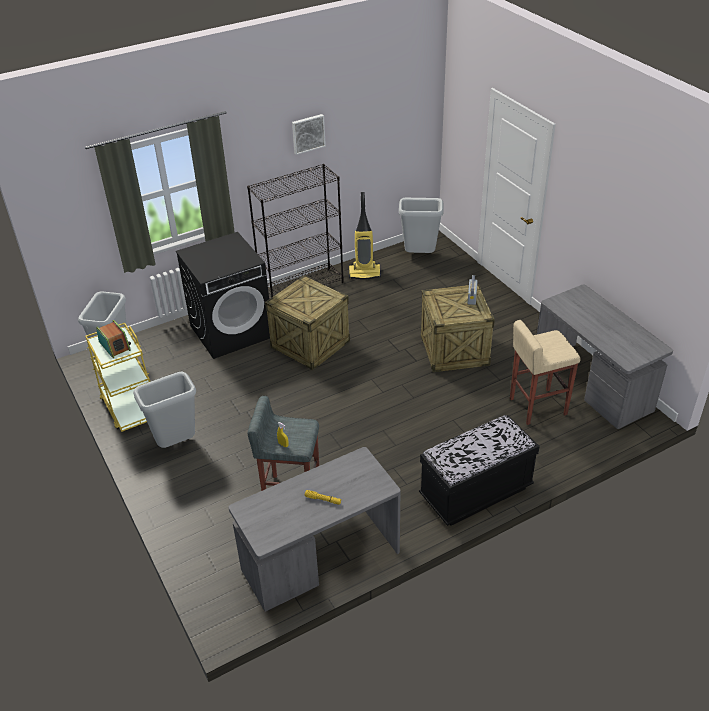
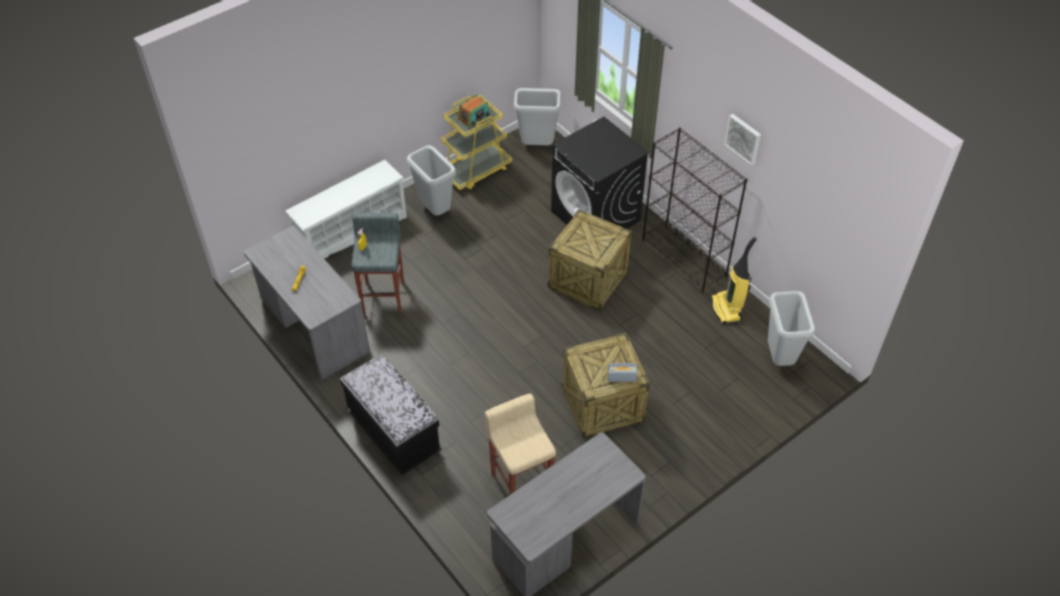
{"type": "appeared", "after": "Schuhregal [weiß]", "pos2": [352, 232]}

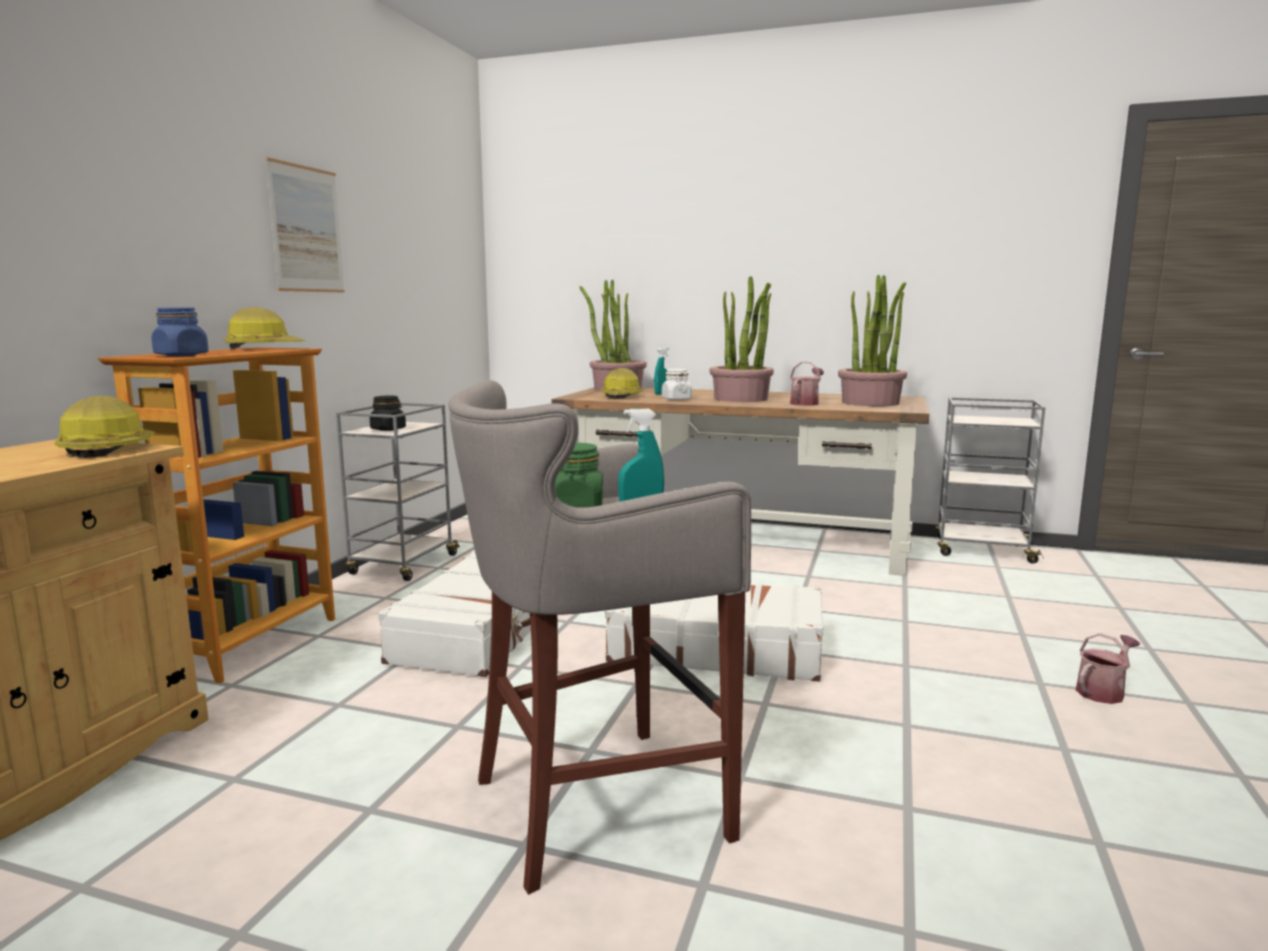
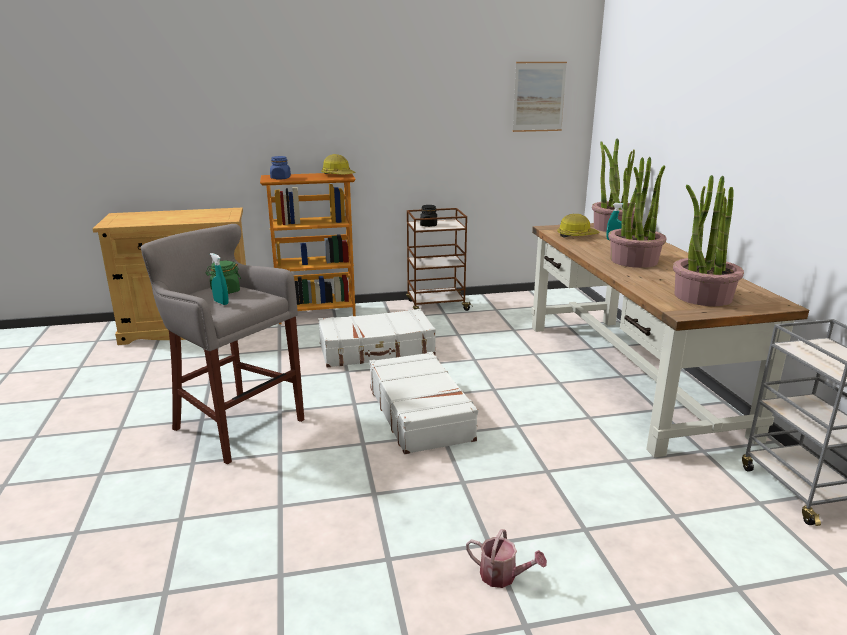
{"type": "missing", "before": "Schutzhelm", "pos1": [108, 450]}
{"type": "relocated", "before": "Bild", "pos1": [306, 229], "pos2": [539, 97]}
{"type": "colour", "before": "Rollwagen [grau]", "after": "Rollwagen [braun]", "pos1": [403, 565], "pos2": [436, 305]}
{"type": "missing", "before": "Vorratsglas [weiß]", "pos1": [676, 399]}
{"type": "missing", "before": "Gießkanne", "pos1": [805, 403]}

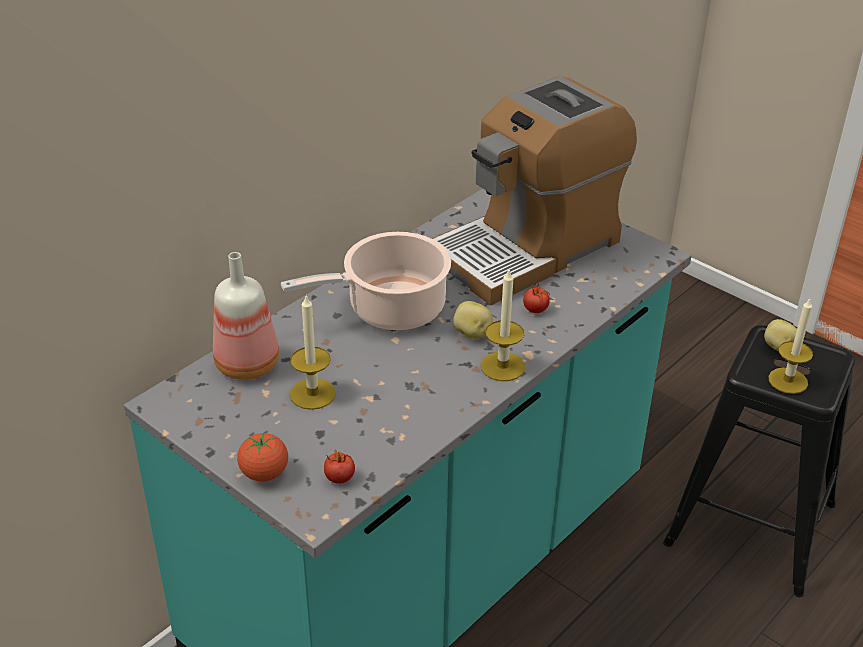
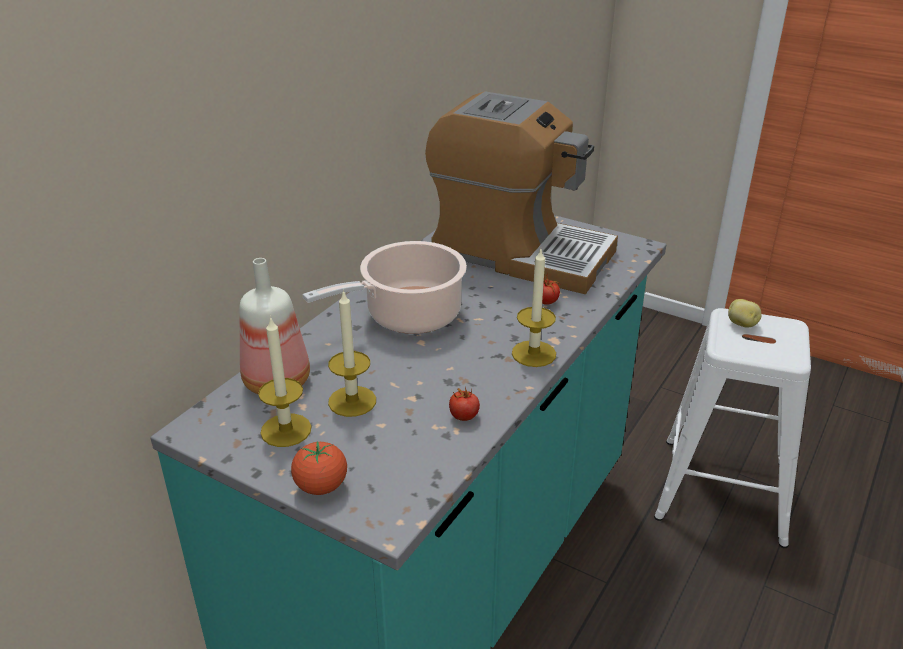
{"type": "relocated", "before": "Tomate", "pos1": [340, 478], "pos2": [464, 416]}
{"type": "spun", "before": "Kaffeemaschine", "pos1": [527, 248], "pos2": [519, 253], "turn": -105}
{"type": "missing", "before": "Kartoffel", "pos1": [472, 334]}
{"type": "colour", "before": "Hocker [schwarz]", "after": "Hocker [weiß]", "pos1": [753, 523], "pos2": [724, 489]}
{"type": "relocated", "before": "Kerze", "pos1": [788, 380], "pos2": [286, 430]}

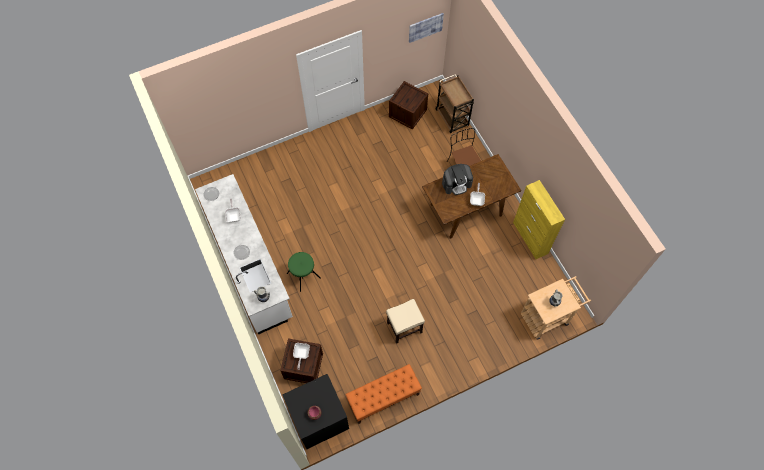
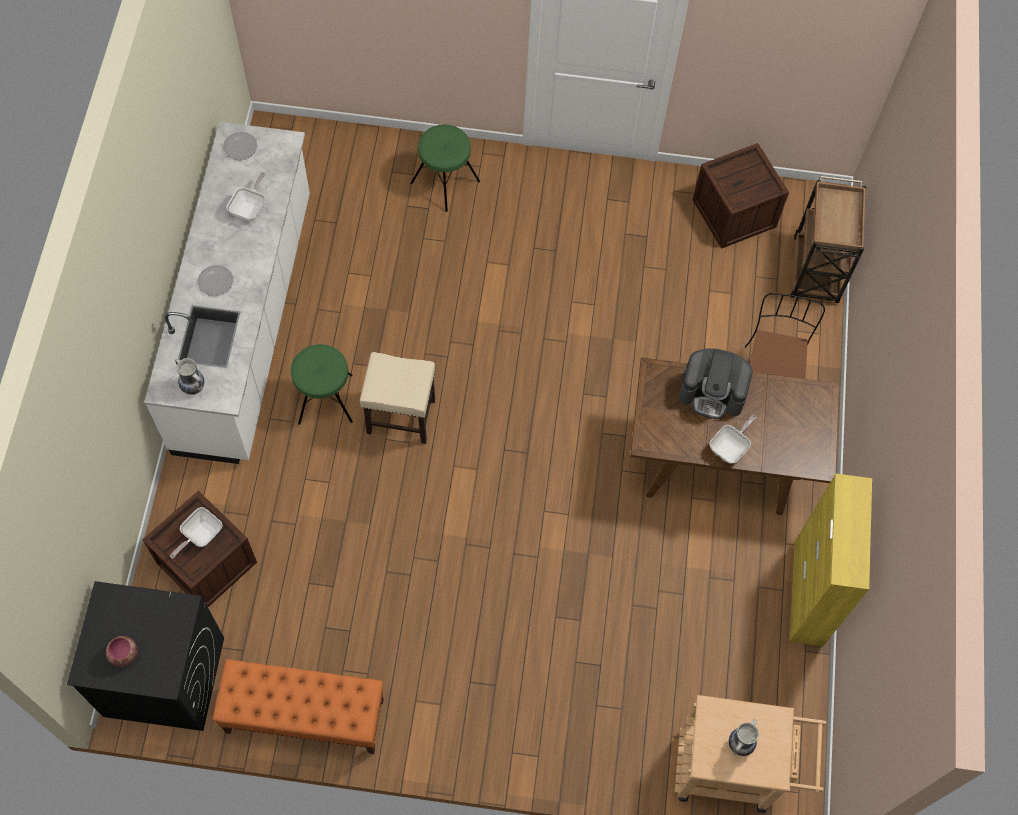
{"type": "relocated", "before": "Hocker [beige]", "pos1": [404, 328], "pos2": [400, 416]}
{"type": "missing", "before": "Bild", "pos1": [425, 27]}
{"type": "appeared", "after": "Hocker [grün]", "pos2": [445, 182]}

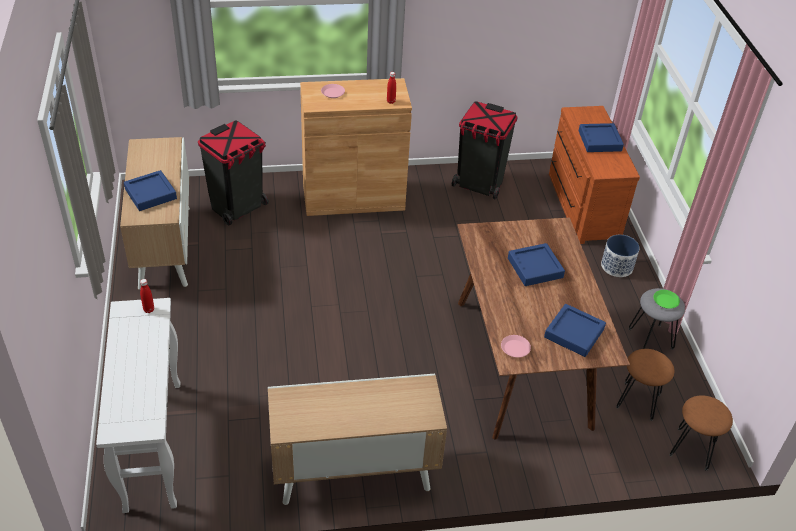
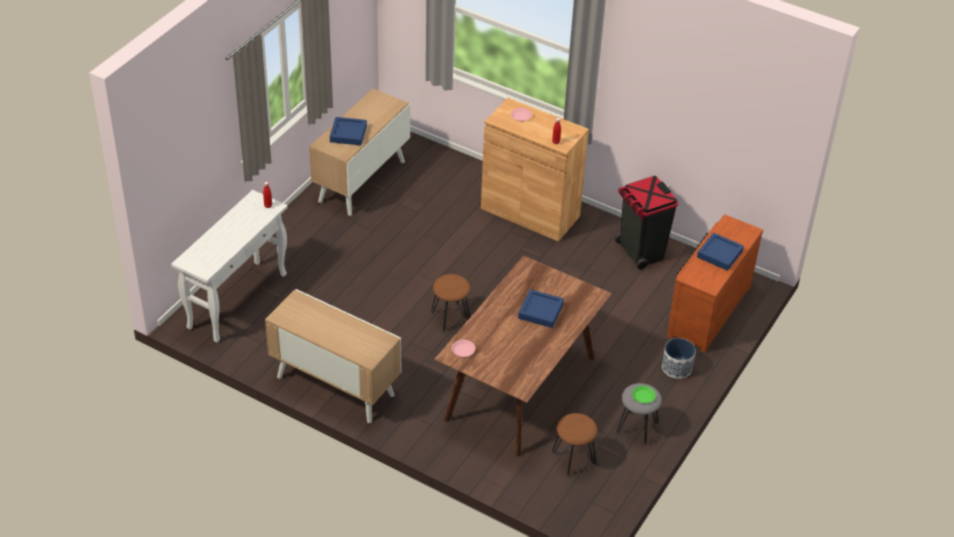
{"type": "missing", "before": "Mülleimer [schwarz]", "pos1": [238, 207]}
{"type": "missing", "before": "Tablett [blau]", "pos1": [574, 333]}
{"type": "relocated", "before": "Hocker [braun]", "pos1": [692, 448], "pos2": [450, 317]}

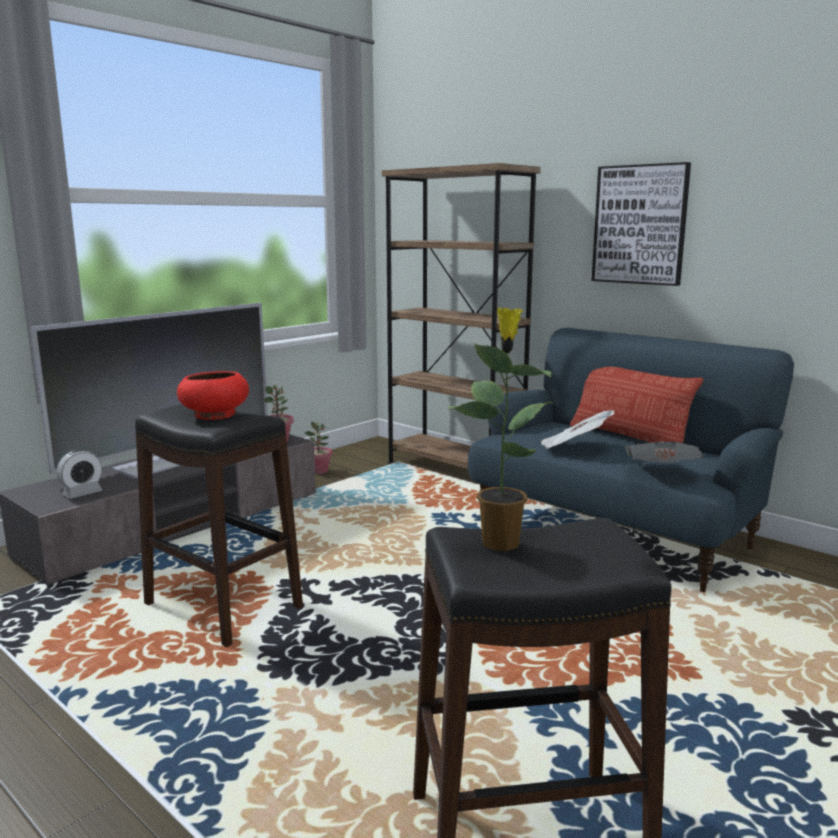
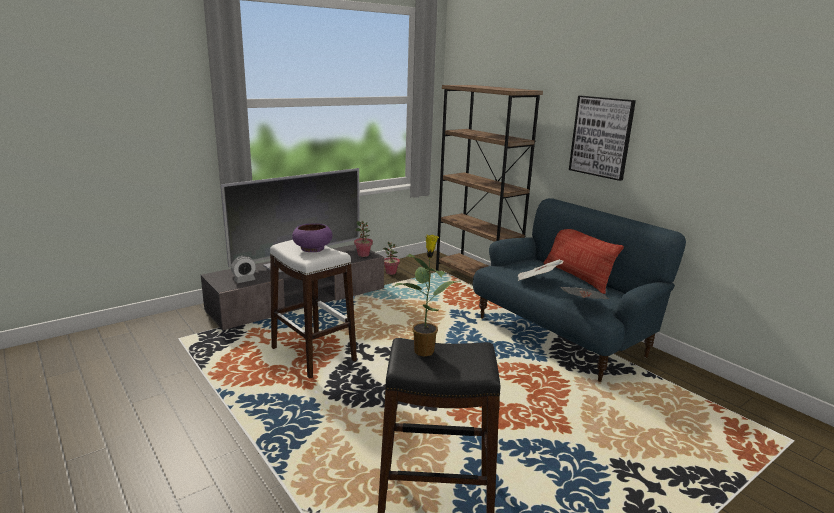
{"type": "colour", "before": "Hocker [schwarz]", "after": "Hocker [weiß]", "pos1": [222, 606], "pos2": [313, 354]}
{"type": "colour", "before": "Schüssel [rot]", "after": "Schüssel [lila]", "pos1": [214, 415], "pos2": [312, 249]}

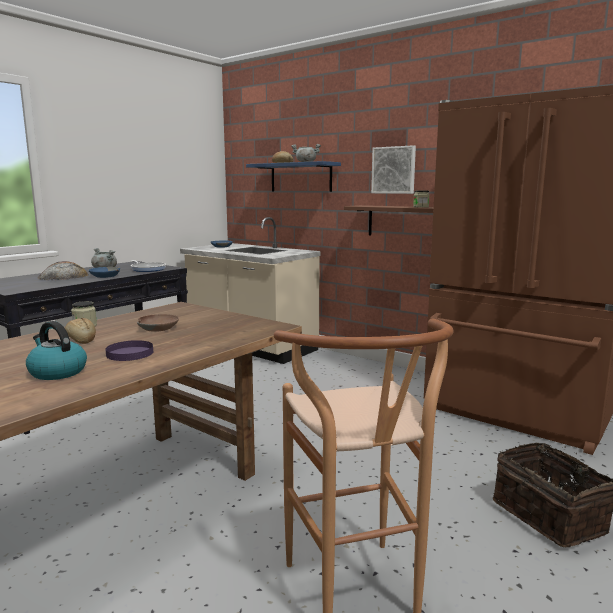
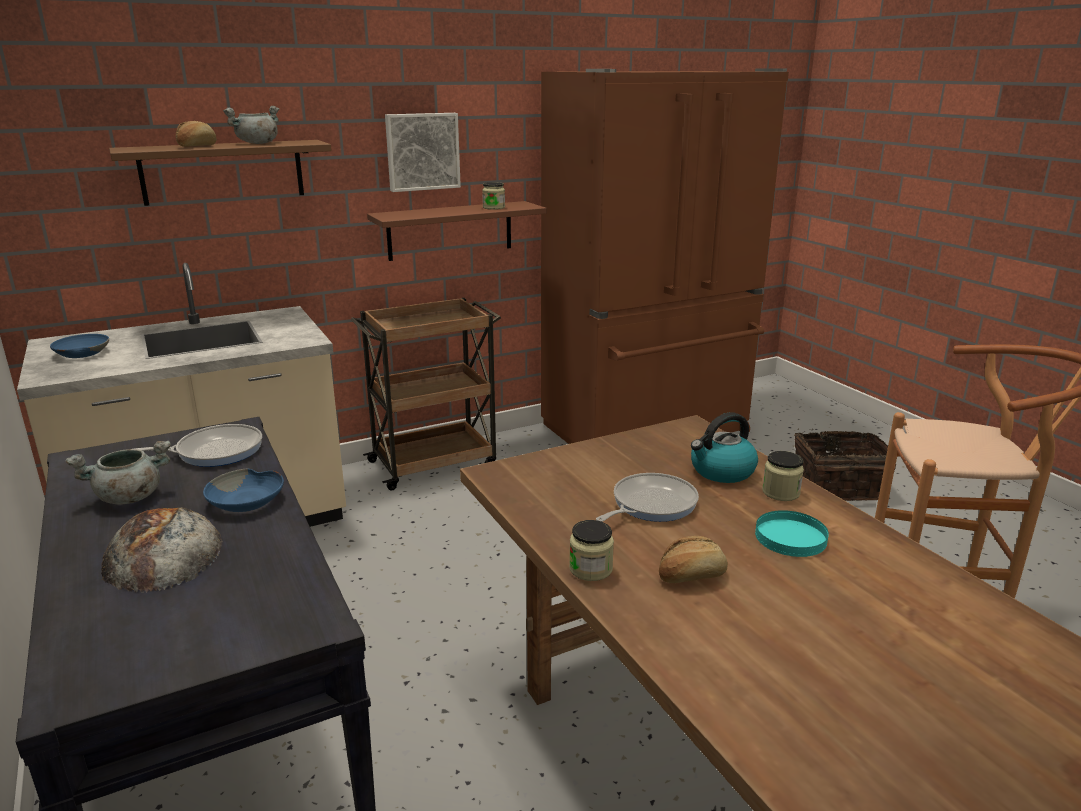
{"type": "relocated", "before": "Wasserkessel", "pos1": [57, 372], "pos2": [721, 471]}
{"type": "colour", "before": "Teller [lila]", "after": "Teller [türkis]", "pos1": [130, 353], "pos2": [791, 537]}
{"type": "exchanged", "before": "Schüssel [braun]", "after": "Pfanne", "pos1": [158, 328], "pos2": [650, 504]}
{"type": "colour", "before": "Wandregal [blau]", "after": "Wandregal [braun]", "pos1": [300, 177], "pos2": [223, 172]}
{"type": "appeared", "after": "Rollwagen [braun]", "pos2": [434, 463]}
{"type": "appeared", "after": "Vorratsglas", "pos2": [780, 492]}

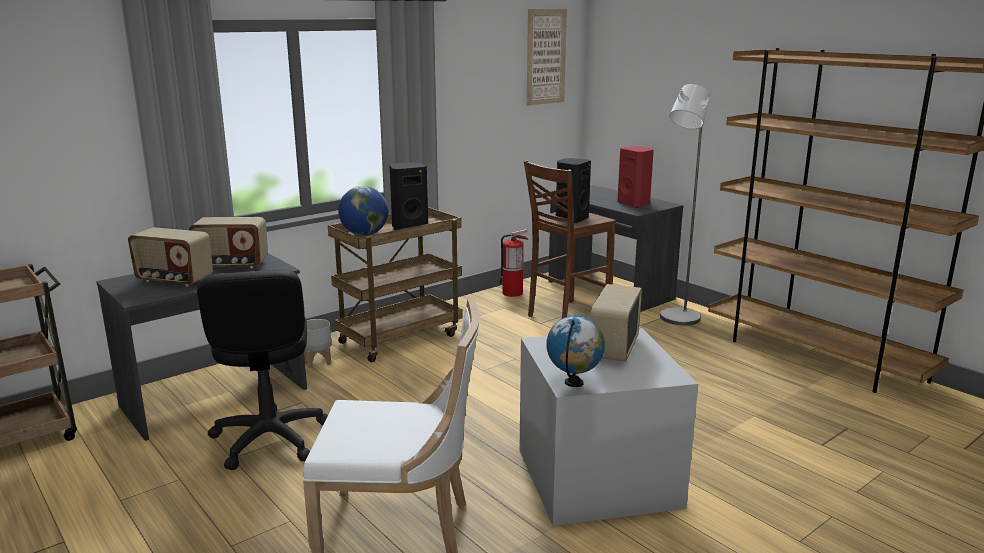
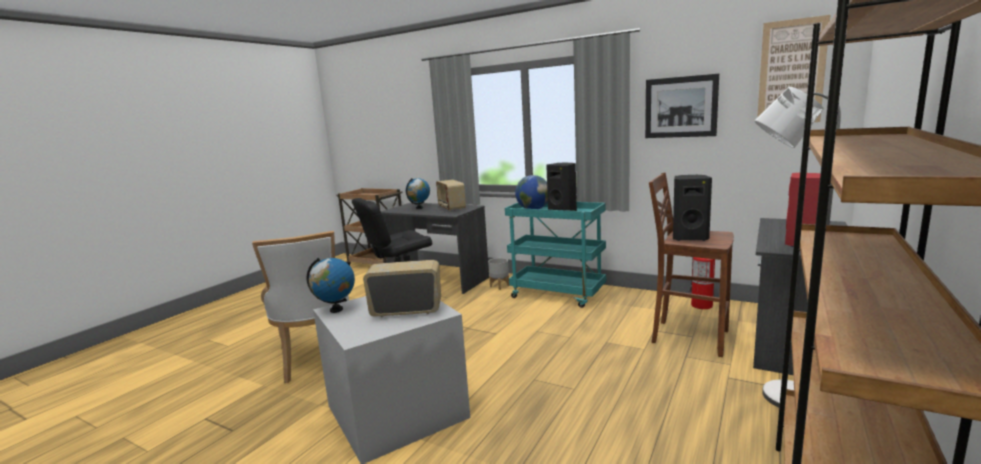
{"type": "exchanged", "before": "Radio", "after": "Globus", "pos1": [174, 280], "pos2": [419, 208]}
{"type": "colour", "before": "Rollwagen [braun]", "after": "Rollwagen [türkis]", "pos1": [400, 338], "pos2": [558, 294]}
{"type": "appeared", "after": "Bild", "pos2": [680, 107]}

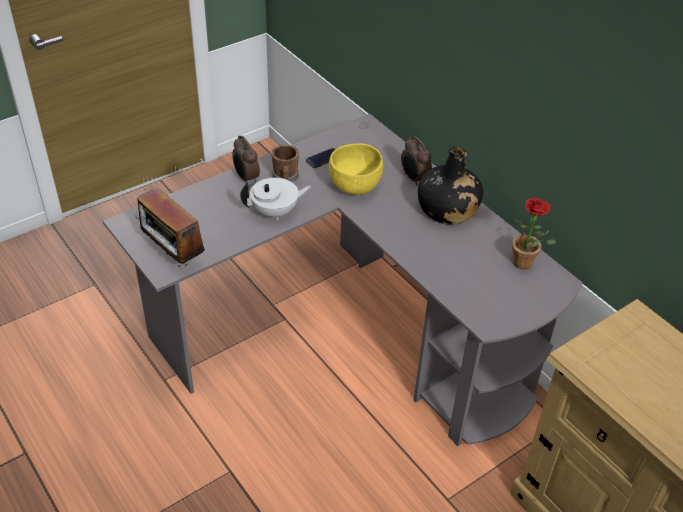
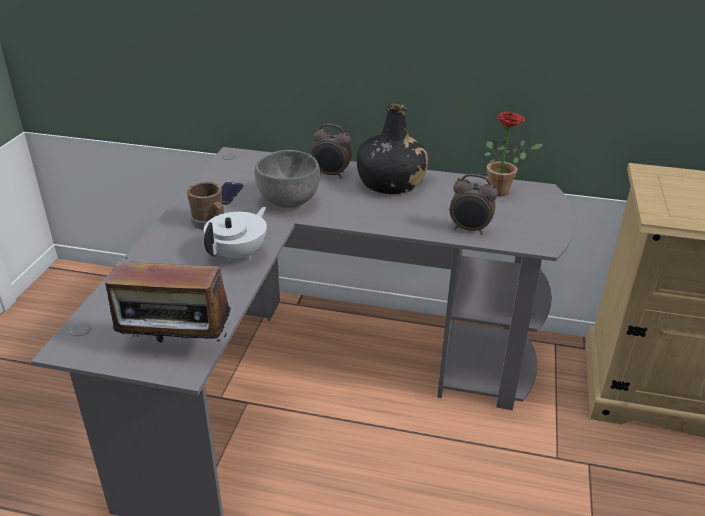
{"type": "relocated", "before": "Wecker", "pos1": [246, 178], "pos2": [469, 229]}
{"type": "colour", "before": "Schüssel [gelb]", "after": "Schüssel [grau]", "pos1": [354, 187], "pos2": [288, 202]}

